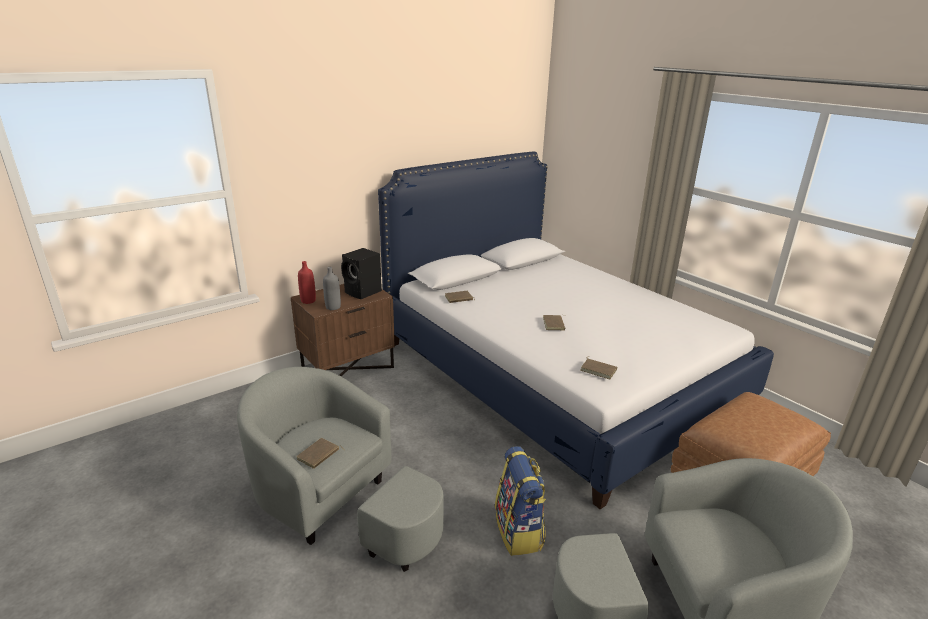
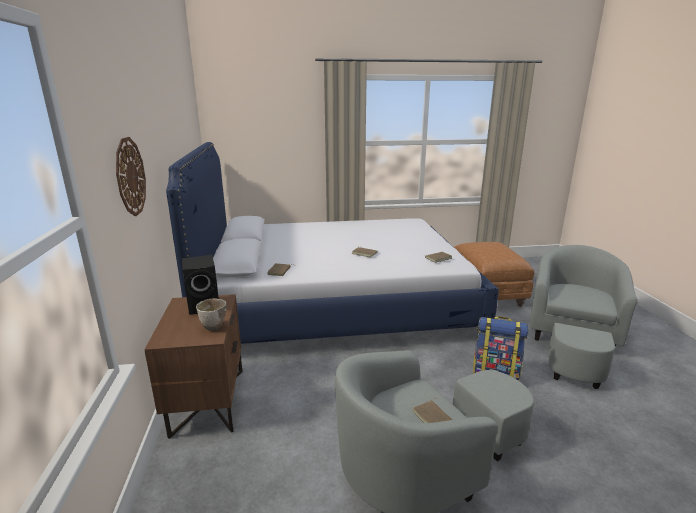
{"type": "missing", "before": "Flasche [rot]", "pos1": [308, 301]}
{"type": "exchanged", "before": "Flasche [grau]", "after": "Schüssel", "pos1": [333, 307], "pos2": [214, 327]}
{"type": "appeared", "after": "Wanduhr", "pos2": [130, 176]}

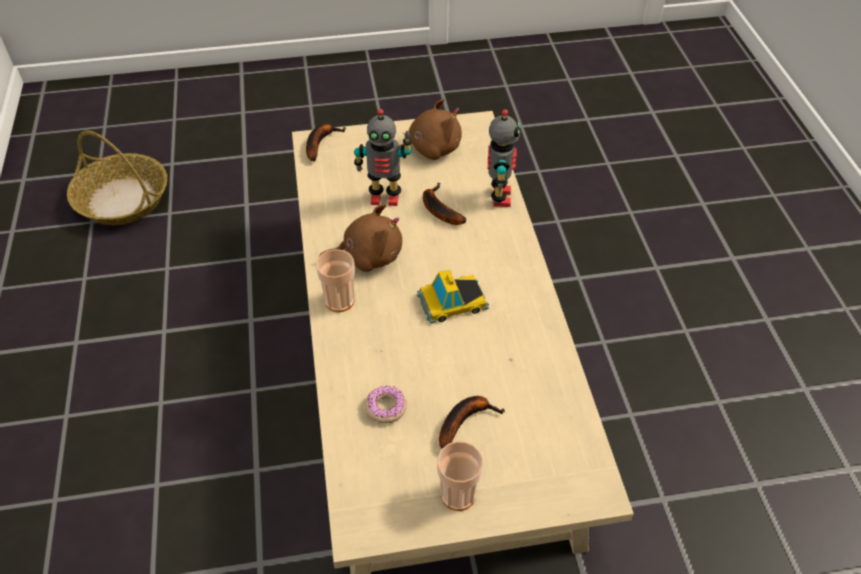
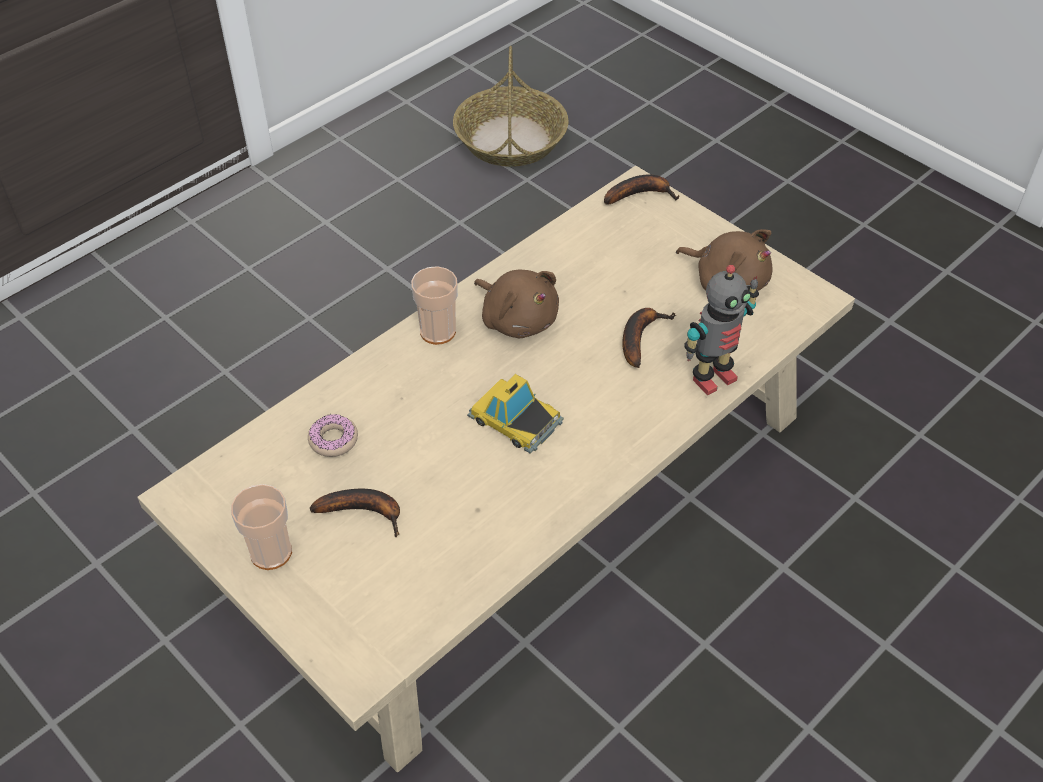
{"type": "missing", "before": "Spielzeugroboter", "pos1": [385, 197]}

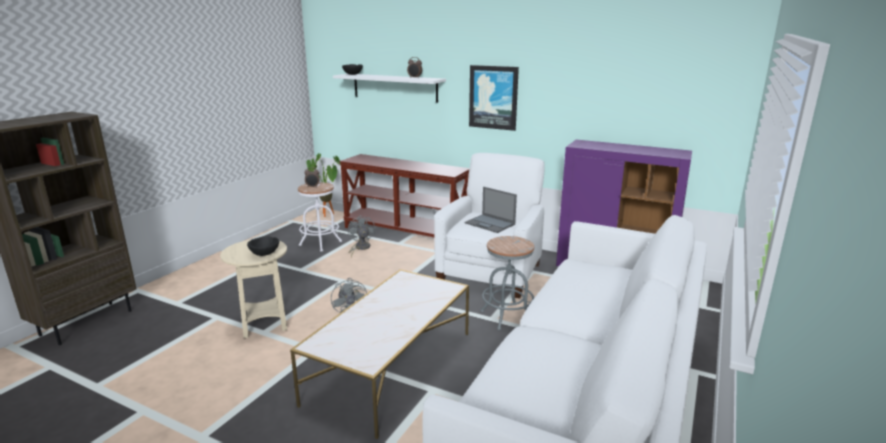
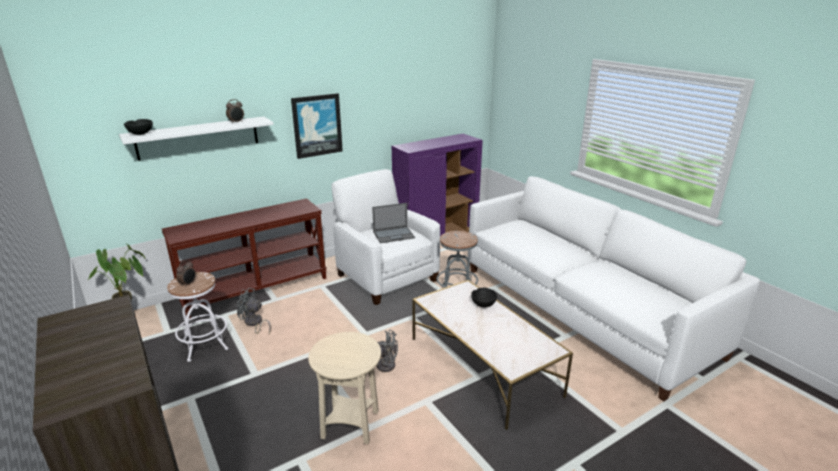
{"type": "relocated", "before": "Schüssel [schwarz]", "pos1": [265, 254], "pos2": [483, 304]}

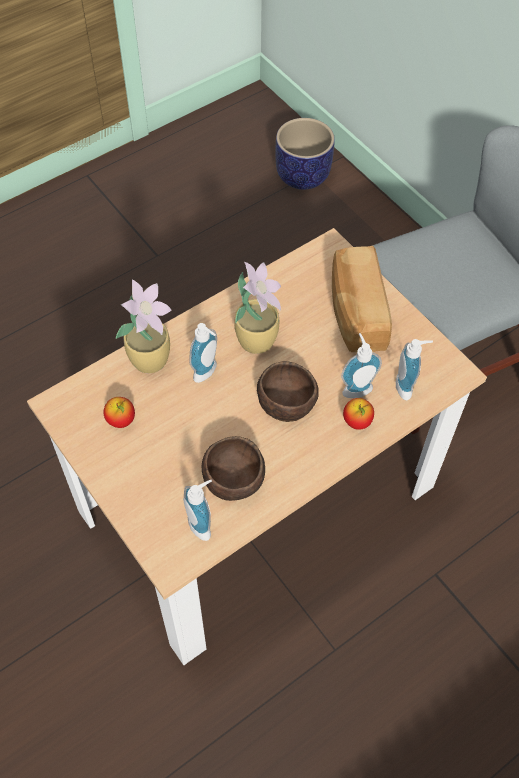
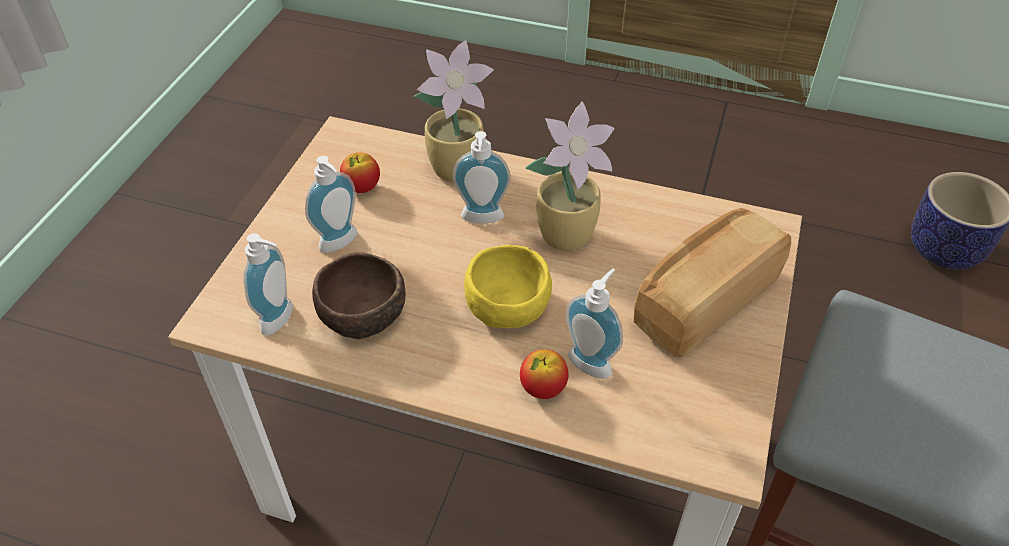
{"type": "colour", "before": "Schüssel [braun]", "after": "Schüssel [gelb]", "pos1": [286, 401], "pos2": [509, 304]}
{"type": "relocated", "before": "Seifenspender", "pos1": [407, 386], "pos2": [341, 244]}

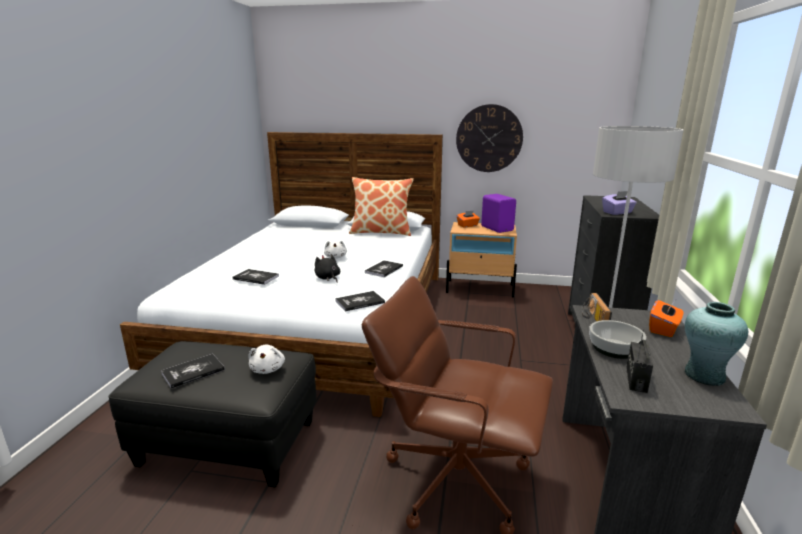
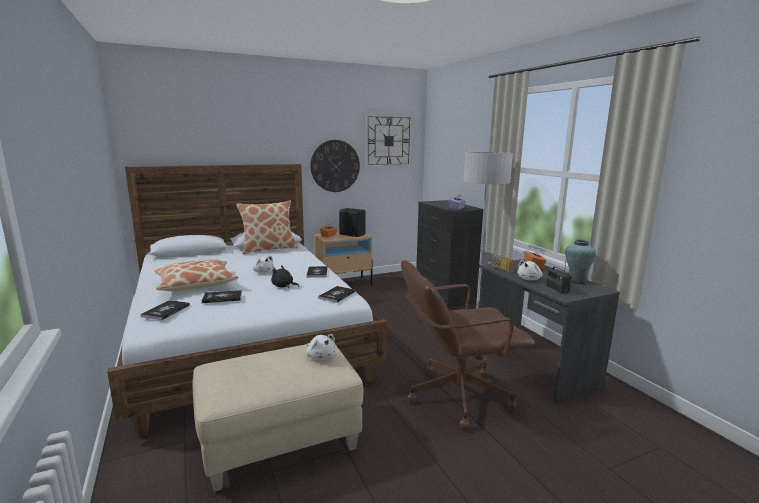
{"type": "colour", "before": "Polsterhocker [schwarz]", "after": "Polsterhocker [beige]", "pos1": [230, 443], "pos2": [280, 440]}
{"type": "relocated", "before": "Buch", "pos1": [193, 372], "pos2": [166, 311]}
{"type": "colour", "before": "Lautsprecher [lila]", "after": "Lautsprecher [schwarz]", "pos1": [497, 228], "pos2": [352, 234]}
{"type": "exchanged", "before": "Schüssel", "after": "Plüschtier [weiß]", "pos1": [615, 349], "pos2": [529, 279]}
{"type": "appeared", "after": "Kissen", "pos2": [196, 284]}
{"type": "appeared", "after": "Wanduhr", "pos2": [388, 141]}

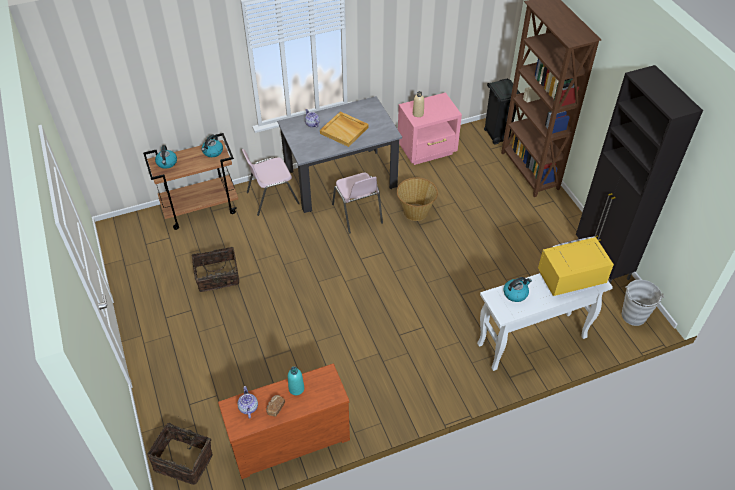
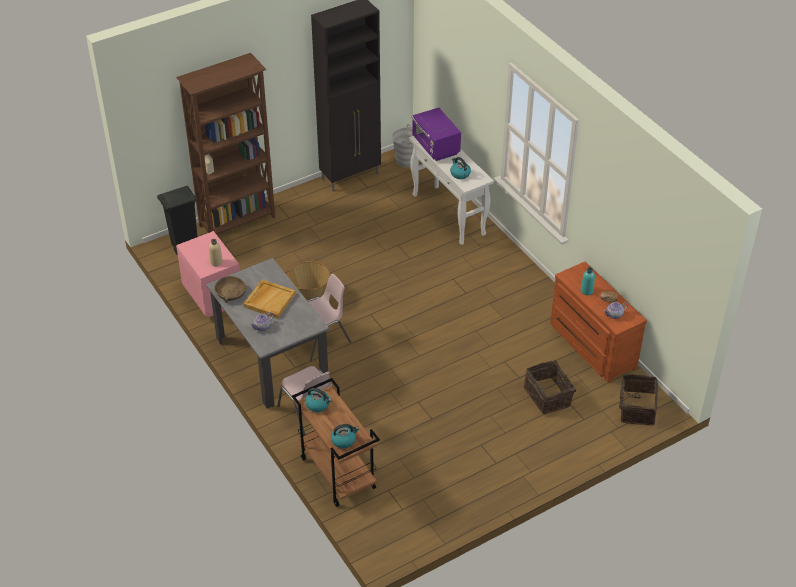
{"type": "relocated", "before": "Korb", "pos1": [218, 278], "pos2": [548, 396]}
{"type": "colour", "before": "Mikrowelle [gelb]", "after": "Mikrowelle [lila]", "pos1": [569, 278], "pos2": [435, 147]}
{"type": "appeared", "after": "Schüssel [braun]", "pos2": [231, 293]}

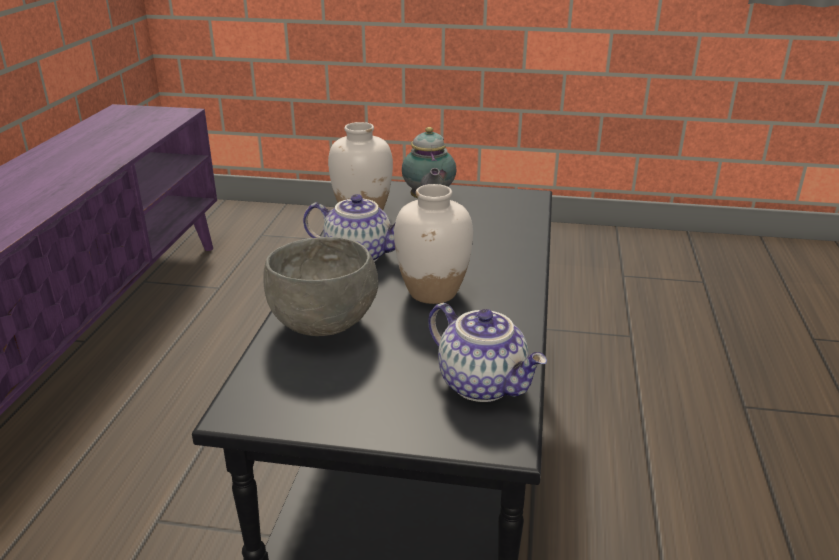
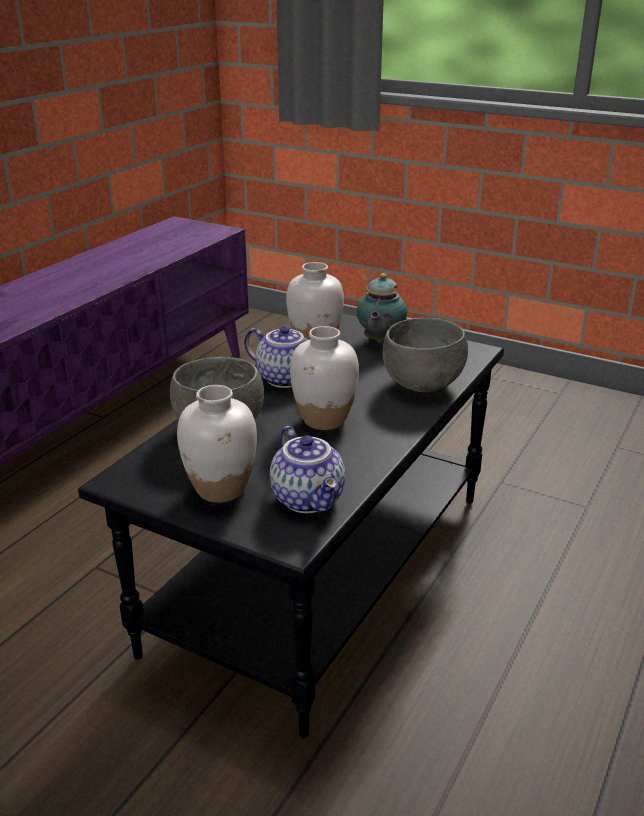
{"type": "appeared", "after": "Vase [weiß]", "pos2": [221, 489]}
{"type": "appeared", "after": "Schüssel [grau]", "pos2": [422, 384]}

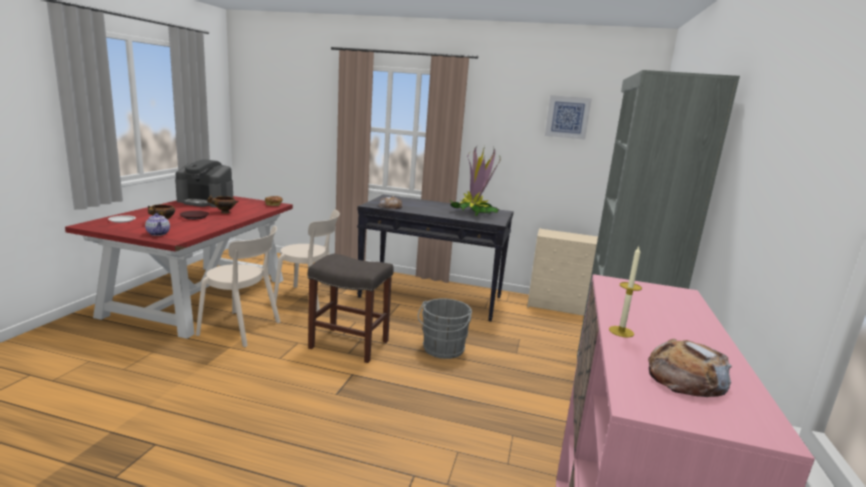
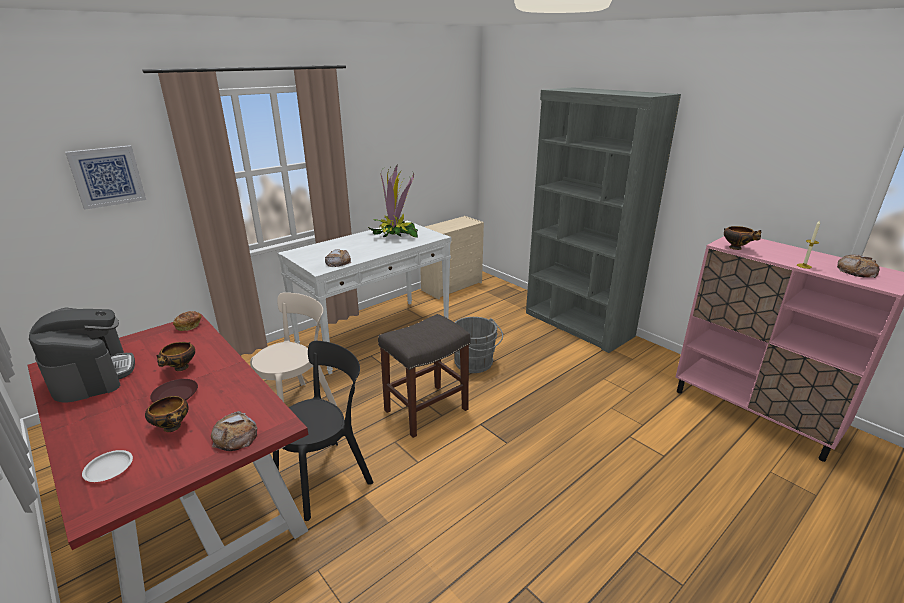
{"type": "exchanged", "before": "Teekanne", "after": "Brot", "pos1": [158, 234], "pos2": [236, 436]}
{"type": "spun", "before": "Kaffeemaschine", "pos1": [206, 202], "pos2": [92, 374], "turn": -75}
{"type": "colour", "before": "Stuhl [beige]", "after": "Stuhl [schwarz]", "pos1": [243, 329], "pos2": [327, 476]}
{"type": "colour", "before": "Konsolentisch [schwarz]", "after": "Konsolentisch [weiß]", "pos1": [431, 297], "pos2": [375, 334]}
{"type": "relocated", "before": "Bild", "pos1": [567, 117], "pos2": [107, 176]}
{"type": "appeared", "after": "Schüssel", "pos2": [736, 248]}

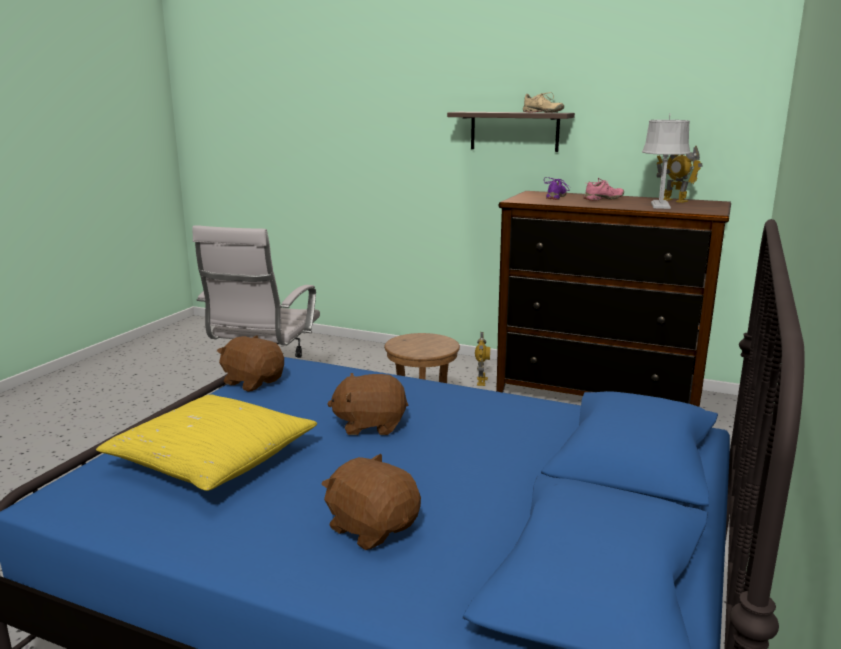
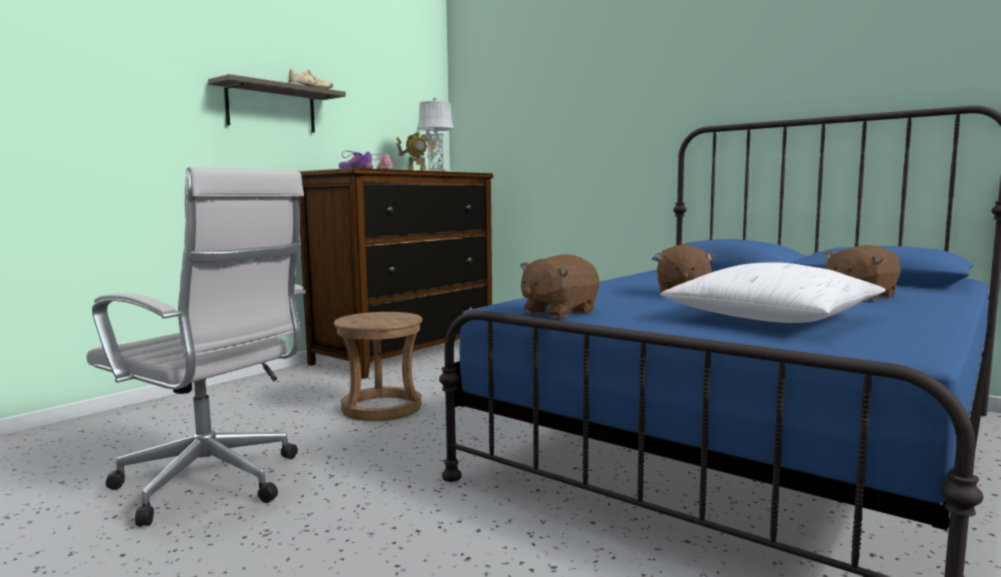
{"type": "colour", "before": "Kissen [gelb]", "after": "Kissen [weiß]", "pos1": [212, 460], "pos2": [770, 319]}
{"type": "missing", "before": "Spielzeugroboter", "pos1": [481, 381]}

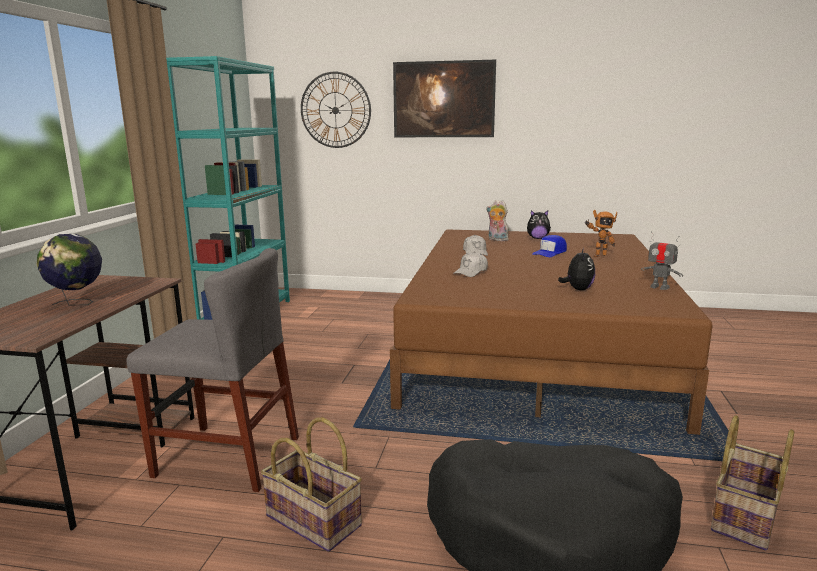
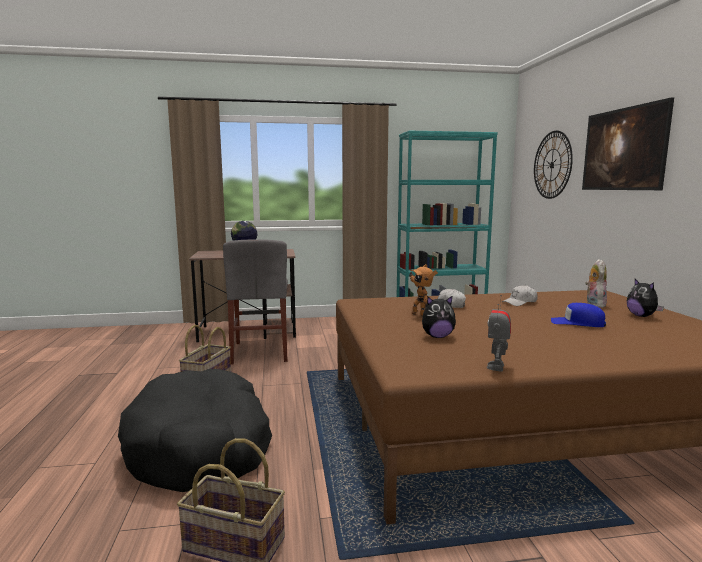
{"type": "relocated", "before": "Spielzeugroboter", "pos1": [598, 255], "pos2": [419, 314]}

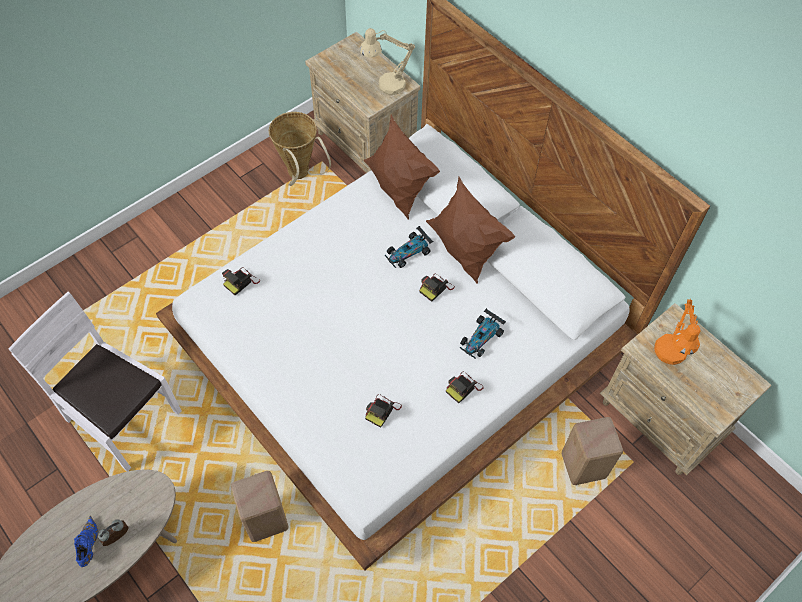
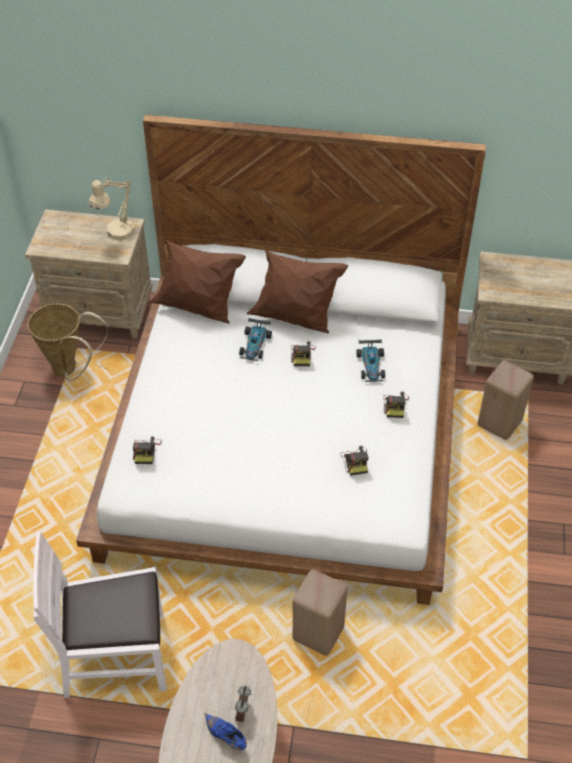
{"type": "missing", "before": "Tischlampe [orange]", "pos1": [669, 356]}

